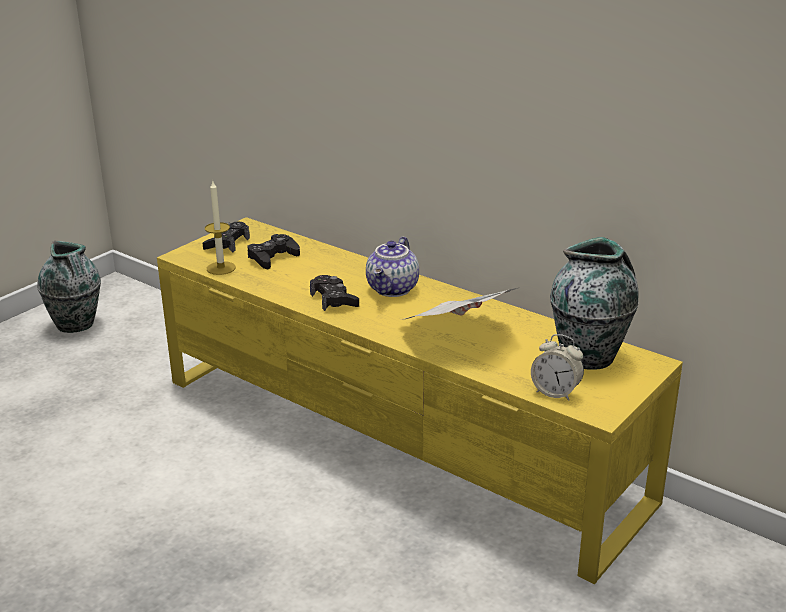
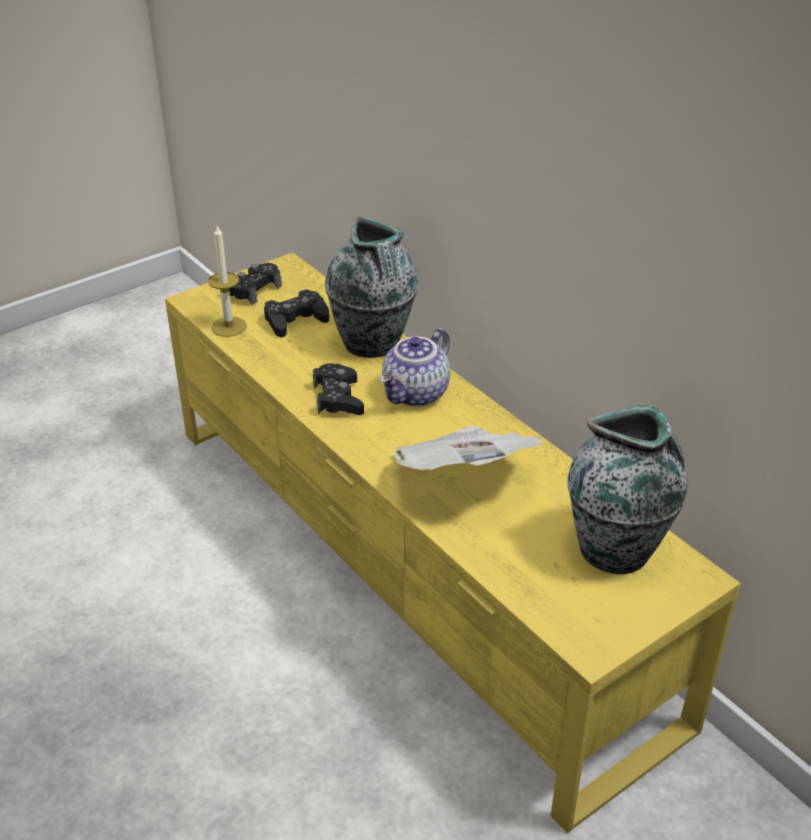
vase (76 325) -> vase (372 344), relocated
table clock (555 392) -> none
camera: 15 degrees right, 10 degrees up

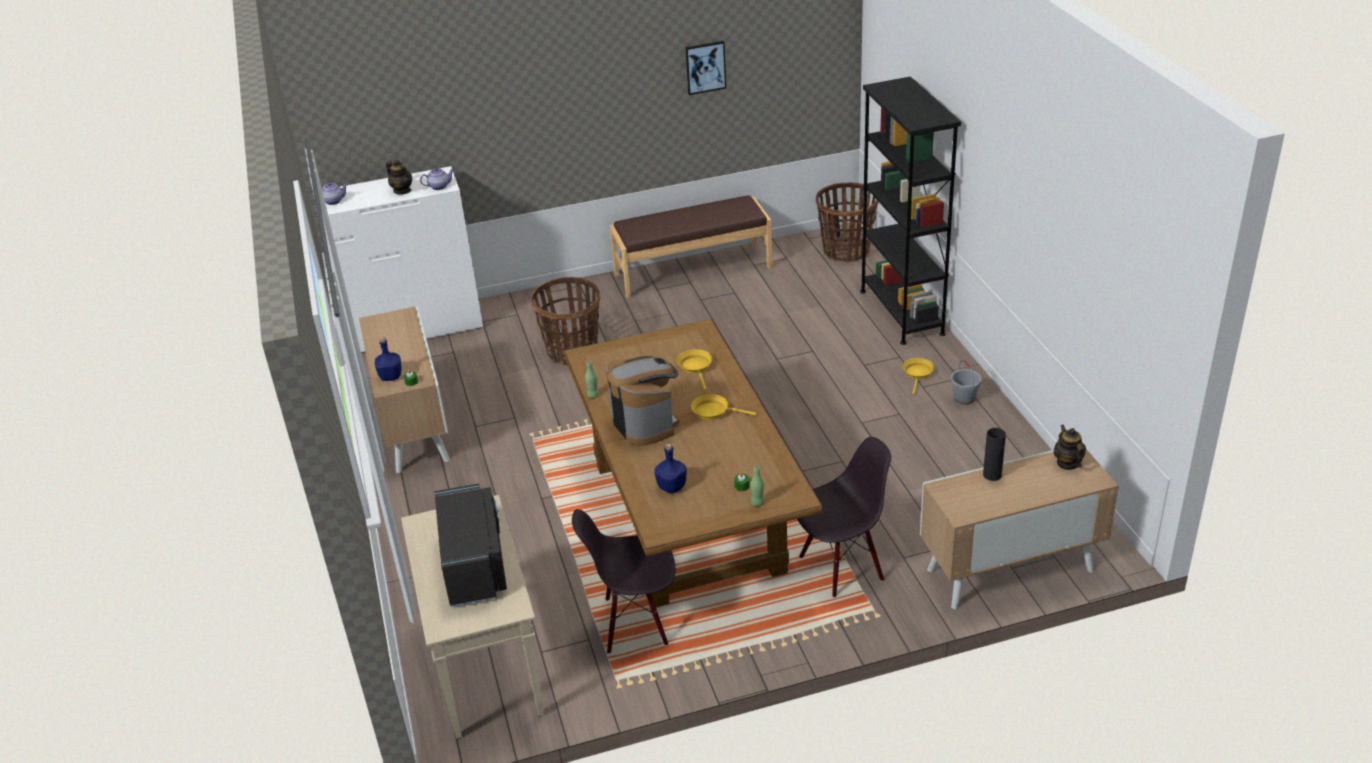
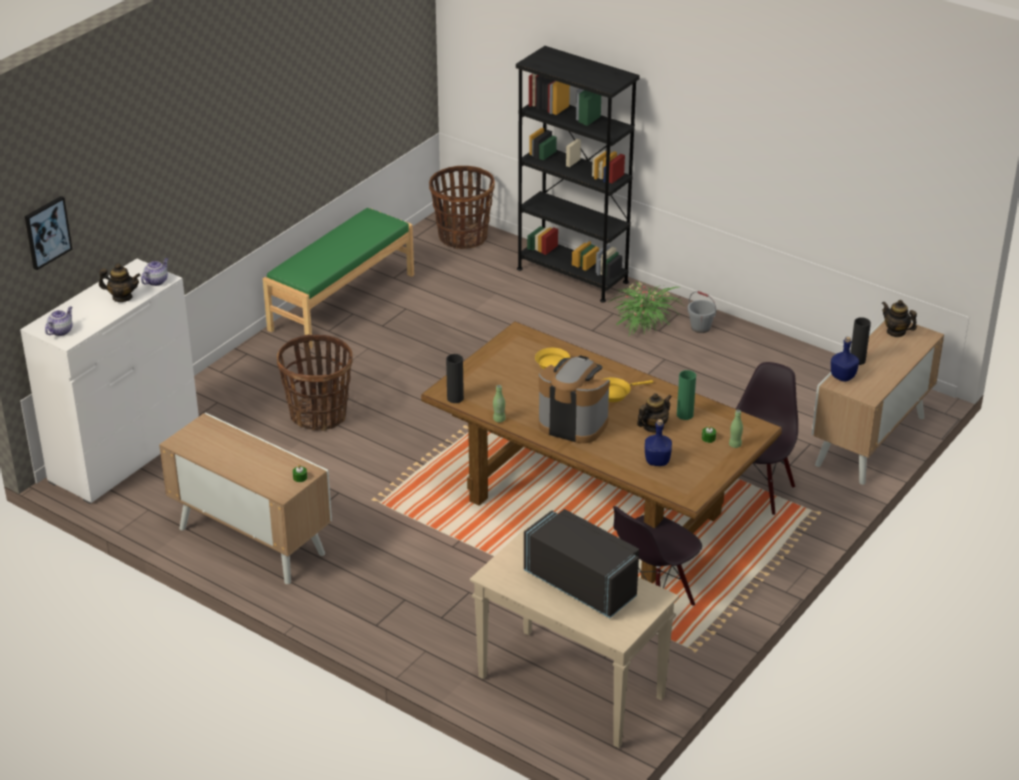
picture (705 67) -> picture (47 232), relocated
brownish bench (692 270) -> green bench (341 302)
none -> blackish vase (455 398)
yellow-coloured frying pan (918 374) -> plant in a pot (643 322)
none -> tea pot (653 427)
none -> green vase (685 415)
blue drink bottle (390 377) -> blue drink bottle (842 377), relocated
camera: 40 degrees left, 0 degrees up

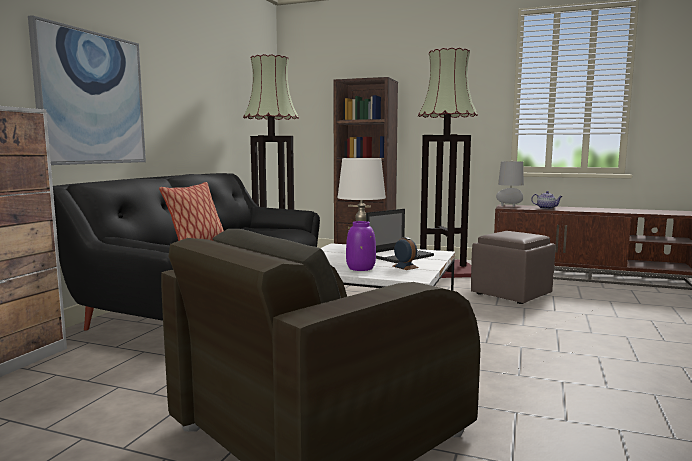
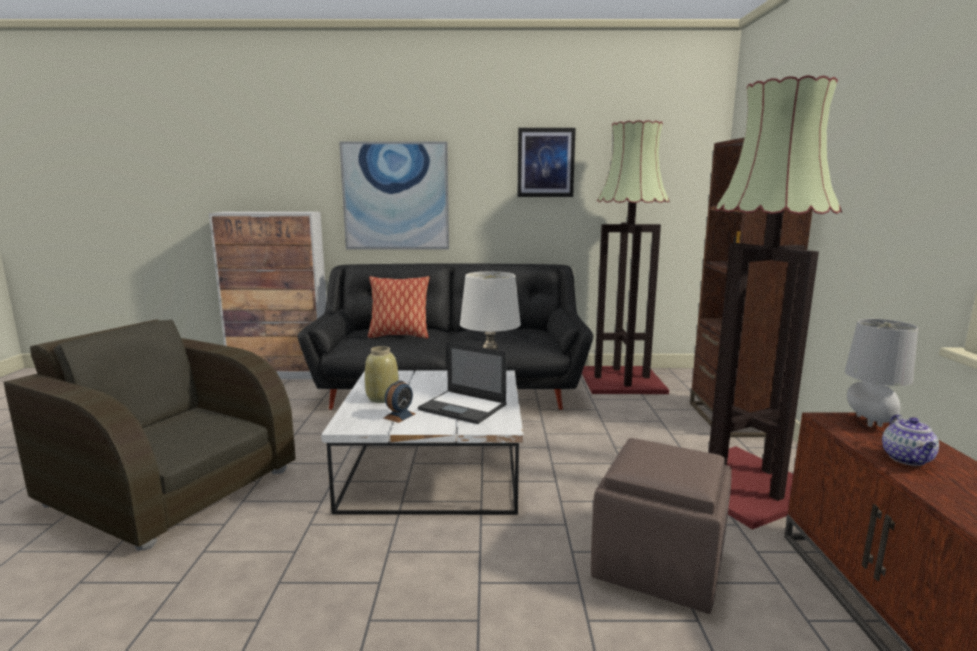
purple-coloured vase (360 268) -> sand-coloured vase (382 398)
none -> picture (545 163)
camera: 70 degrees right, 5 degrees up

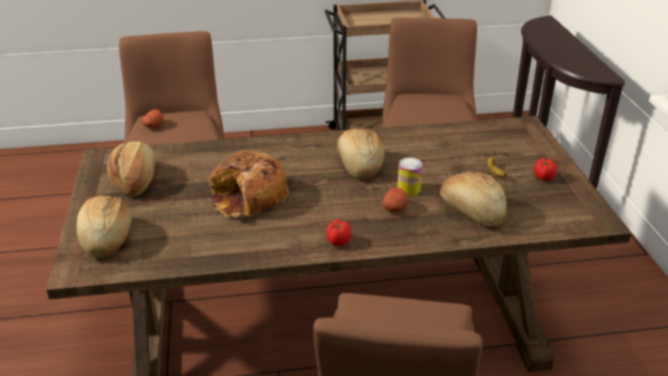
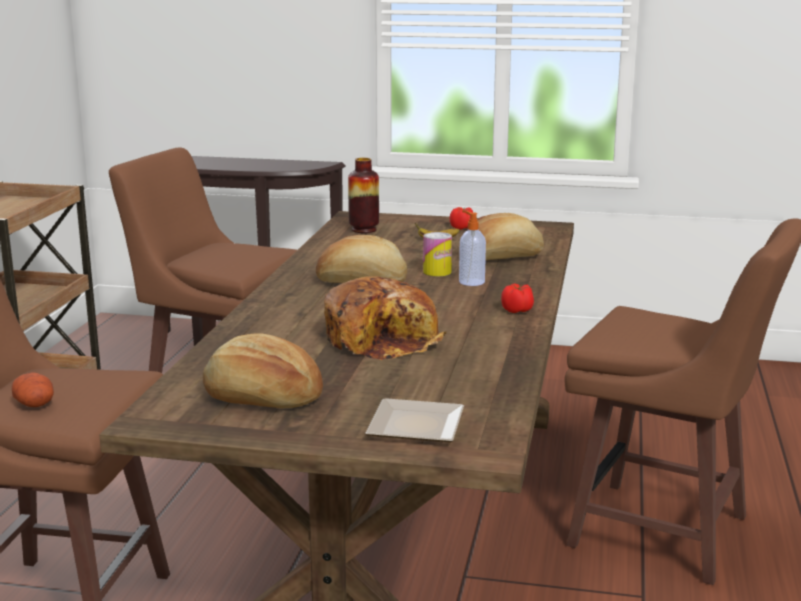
none -> vase (364 230)
bread (105 237) -> dinner plate (412 427)
whole potato (394 208) -> liquid soap bottle (471 282)
camera: 70 degrees left, 15 degrees down

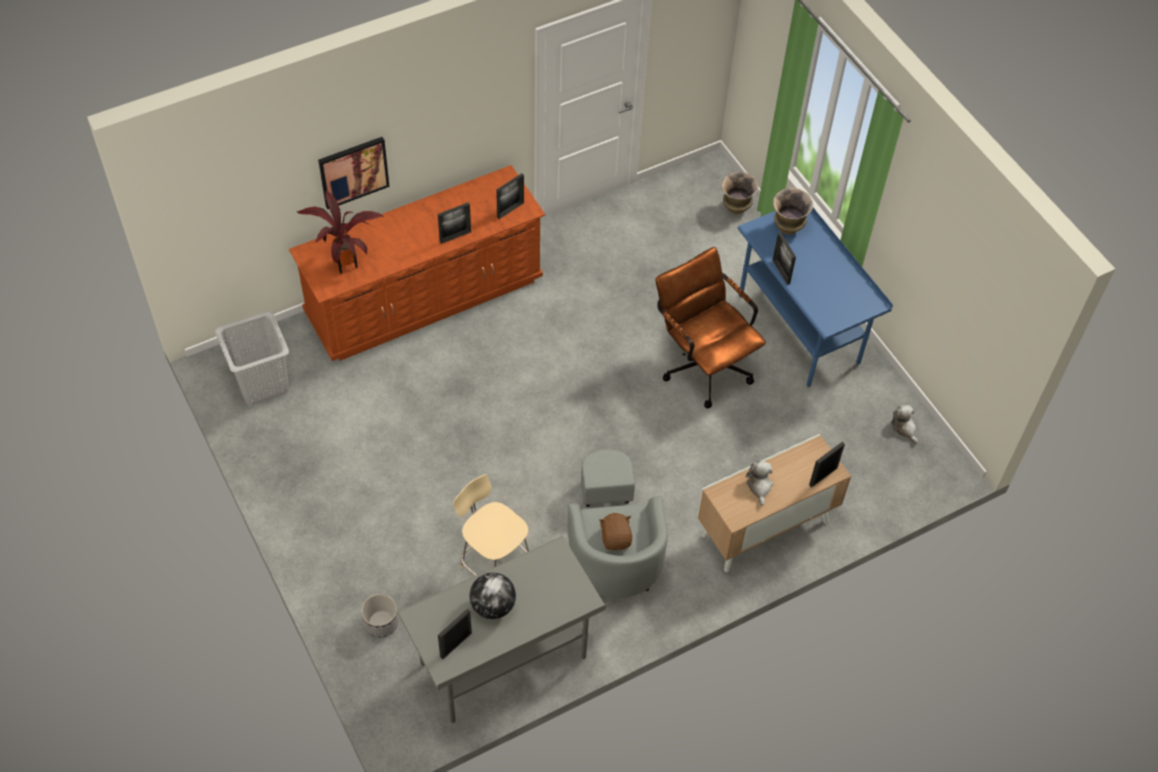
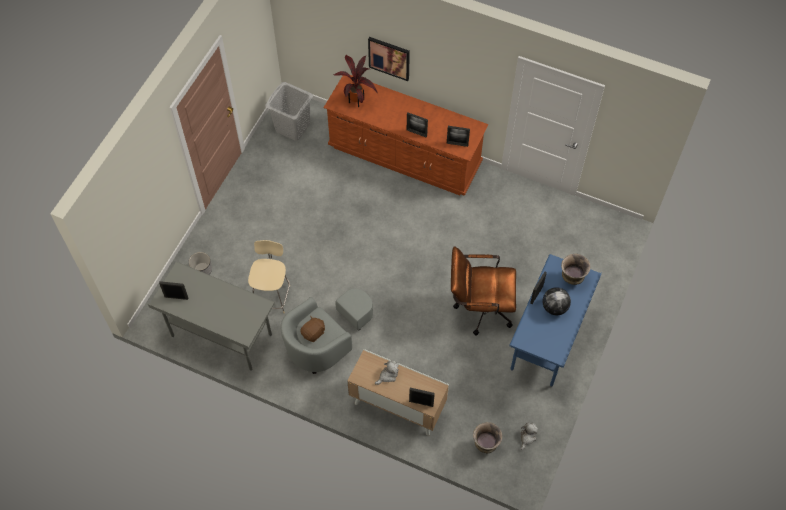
brownish office chair (702 363) -> brownish office chair (479 308), 105 degrees counterclockwise
vase (736 208) -> vase (485 445), relocated
desk globe (493 606) -> desk globe (554 307), relocated
camera: 55 degrees right, 5 degrees up

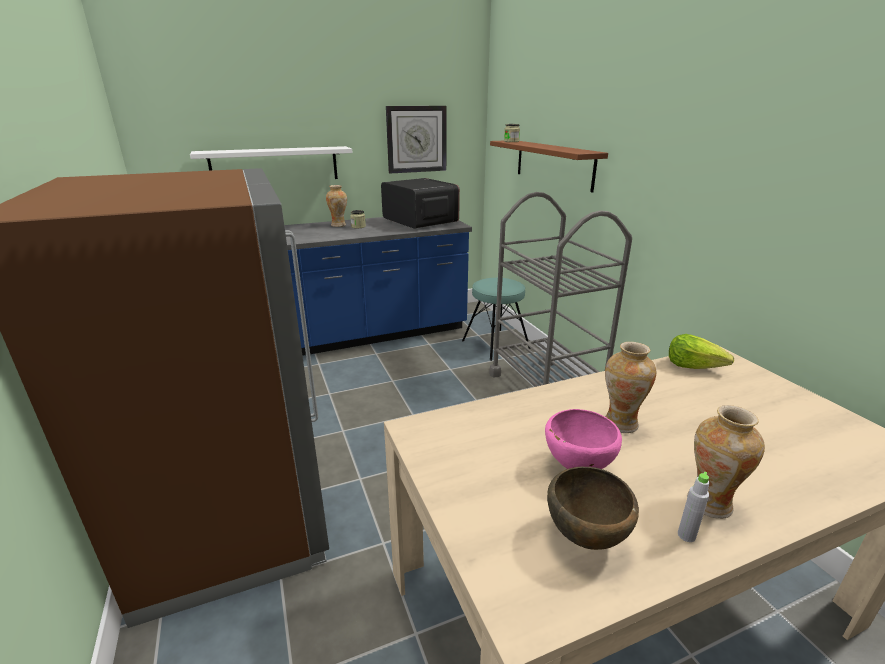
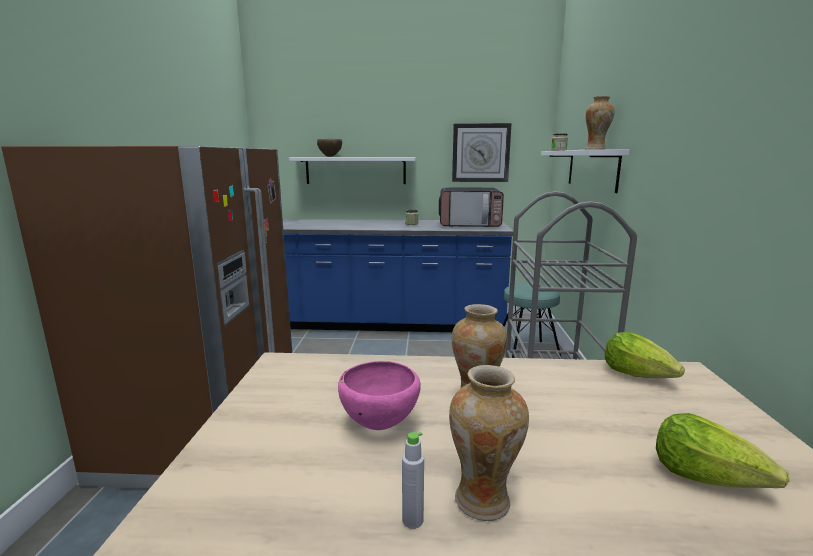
brownish bowl (586 538) -> brownish bowl (330 156), relocated
kitchen microwave (419 221) -> kitchen microwave (469 224), 105 degrees clockwise
brownish wall shelf (553 164) -> whitish wall shelf (592 169)
vase (339 225) -> vase (596 149), relocated
none -> head of lettuce (706 476)
camera: 25 degrees right, 10 degrees down

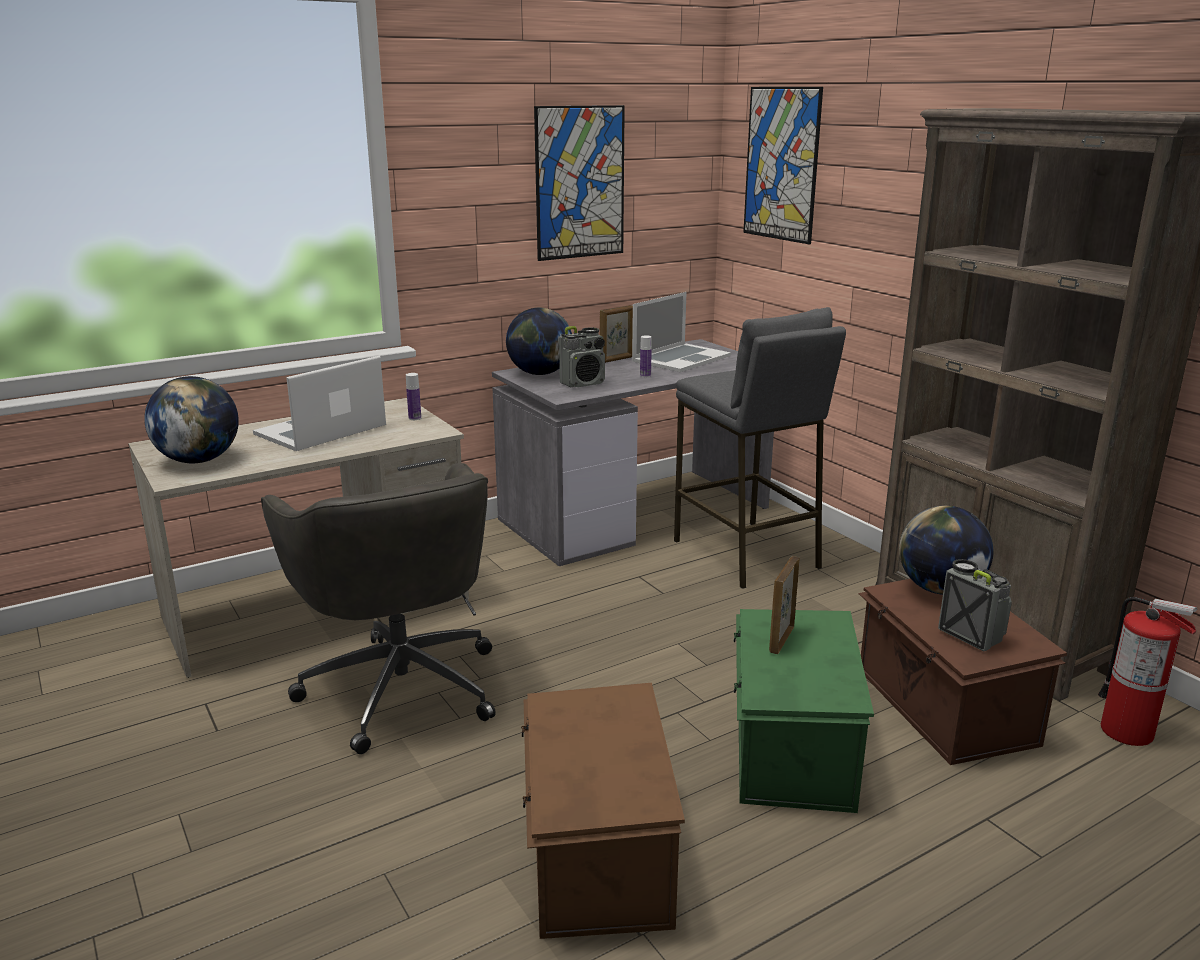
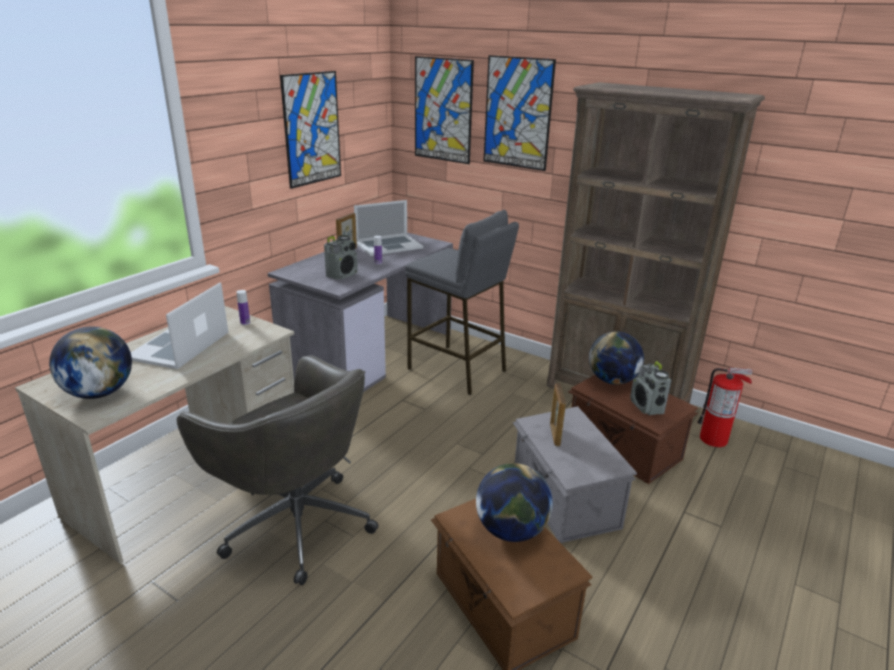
notebook computer (680 358) -> notebook computer (388 245), 45 degrees clockwise
desk globe (539 373) -> desk globe (511 530), relocated
none -> picture (517 113)
green storage box (789 749) -> gray storage box (564 499)
radio receiver (970 635) -> radio receiver (646 407), 135 degrees counterclockwise
camera: 25 degrees left, 5 degrees up

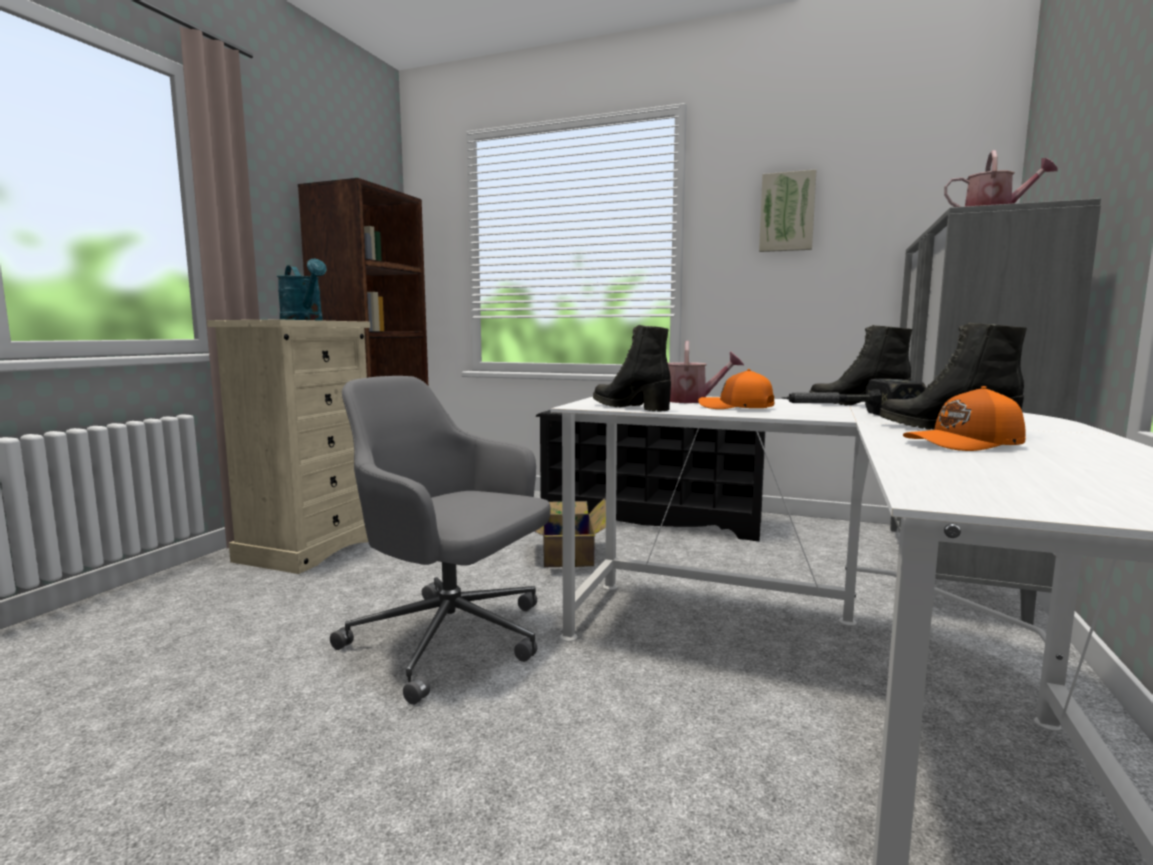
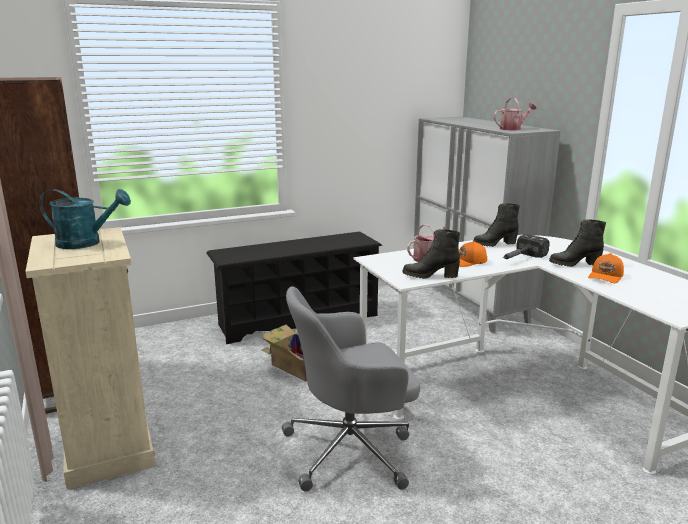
picture (787 212) -> none
camera: 45 degrees left, 10 degrees up

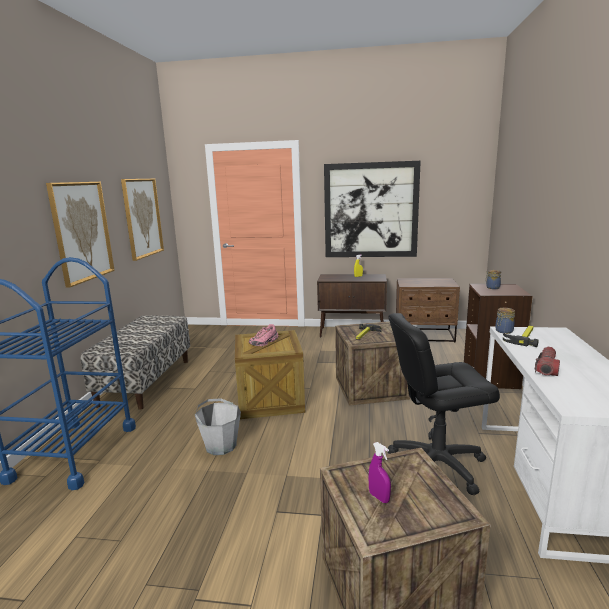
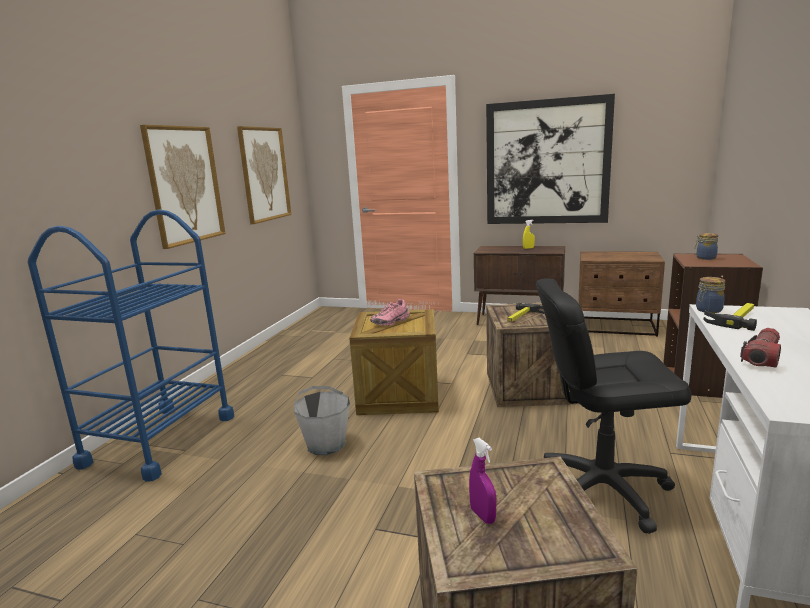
bench (146 381) -> none
camera: 10 degrees right, 0 degrees up

